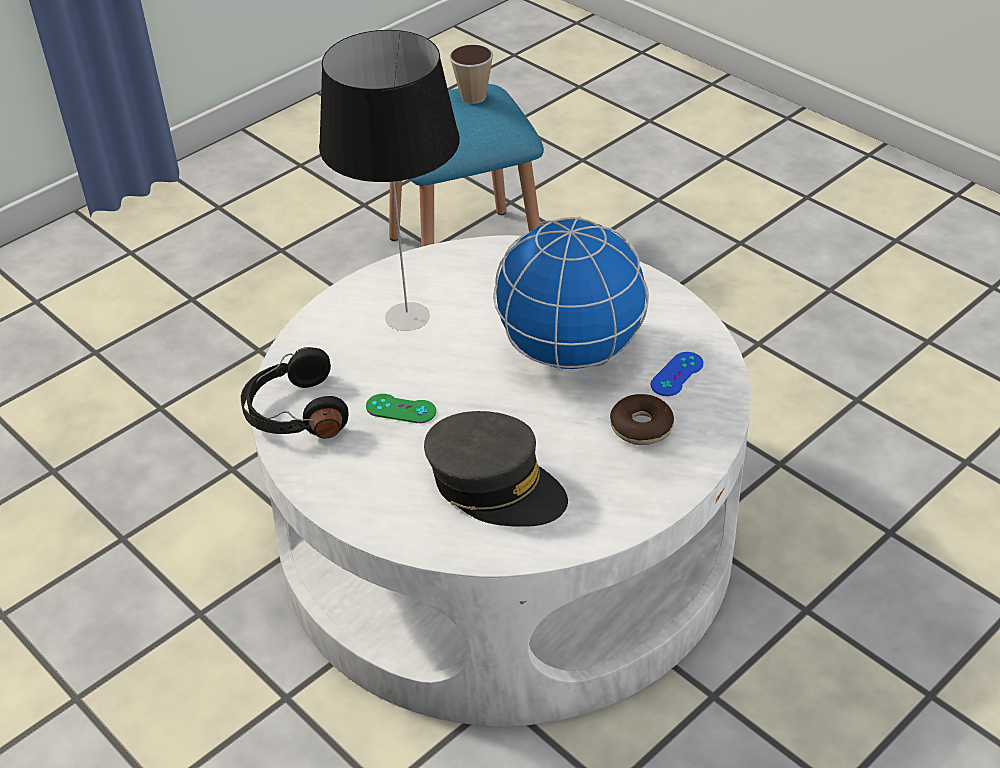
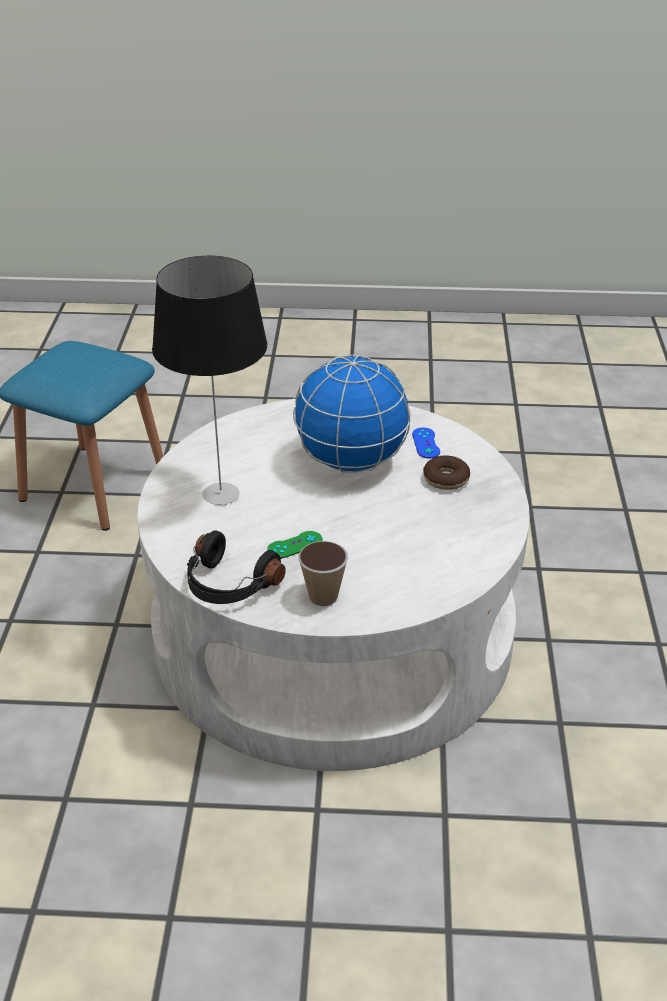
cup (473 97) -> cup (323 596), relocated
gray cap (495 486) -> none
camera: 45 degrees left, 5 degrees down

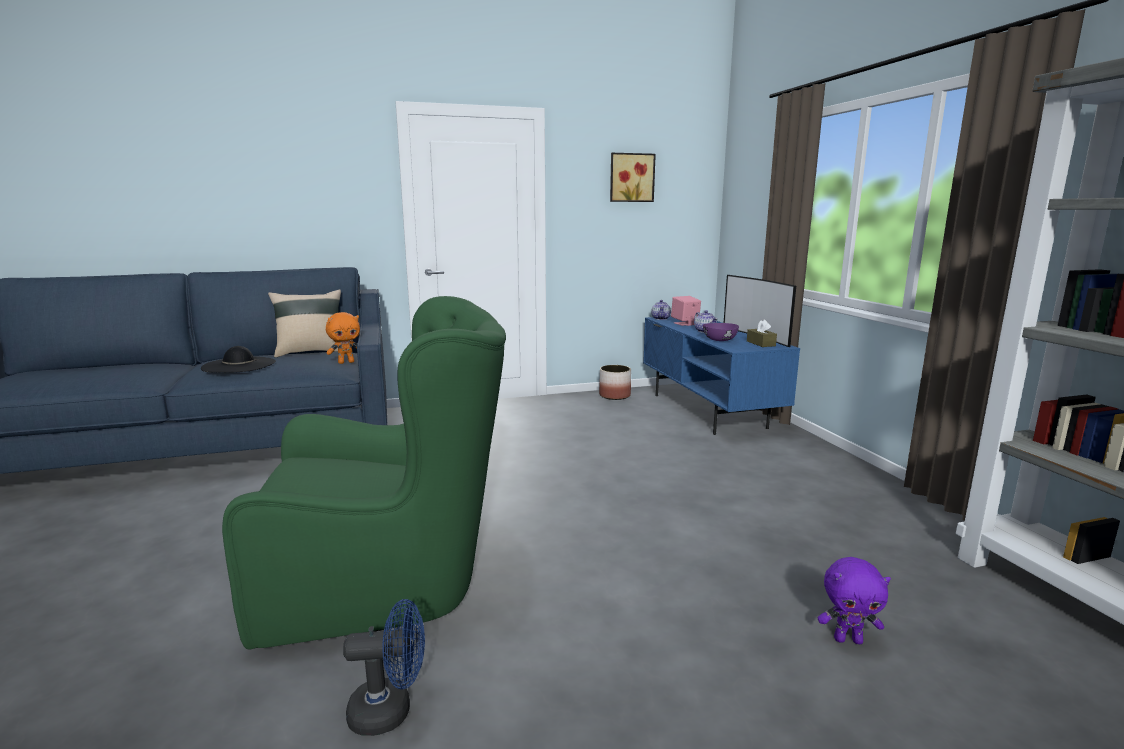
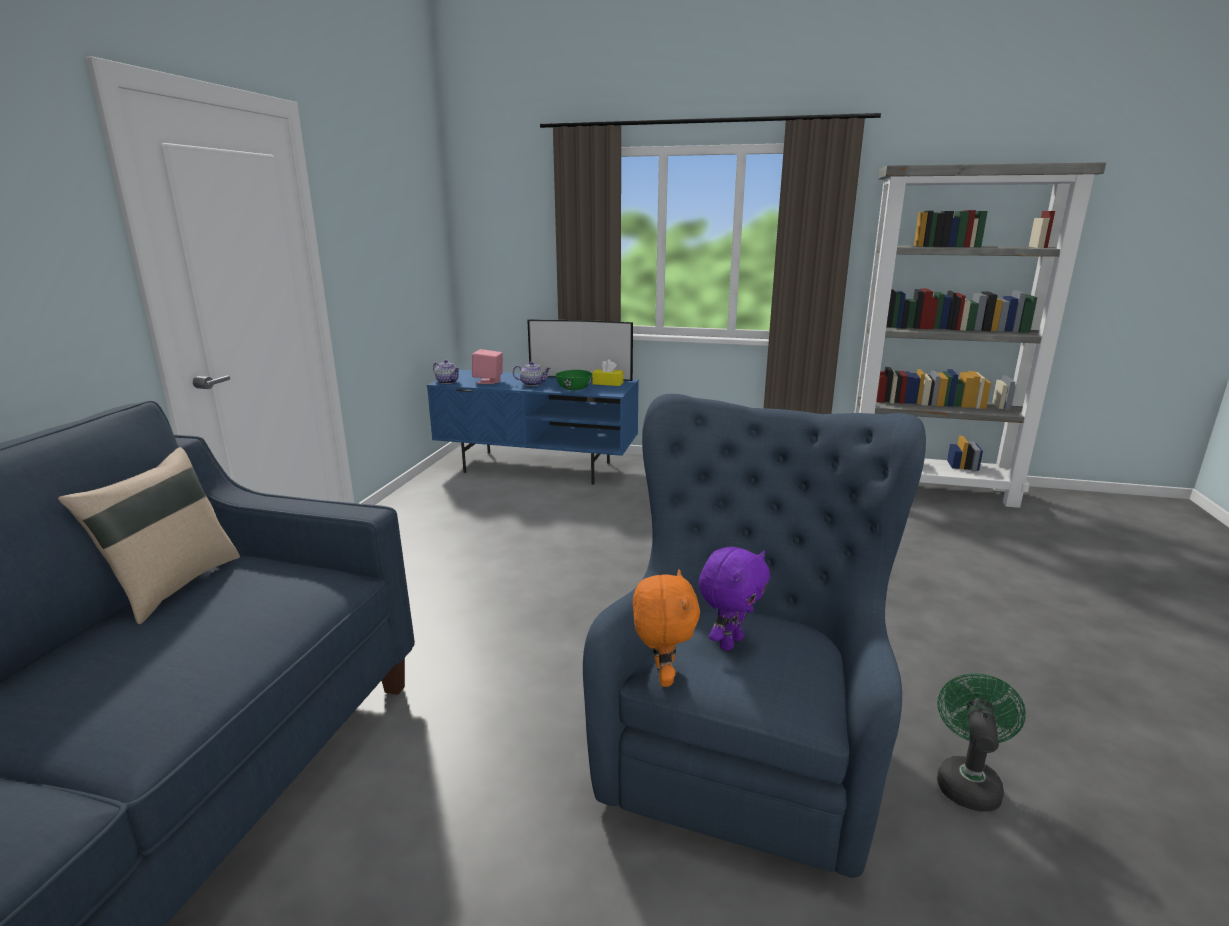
purple-coloured bowl (719 340) -> green bowl (574 389)
green armchair (391 580) -> blue armchair (744 739)
brownish tissue holder (760 343) -> yellow-coloured tissue holder (608 383)
orange cuddly toy (346 362) -> orange cuddly toy (662 676), relocated
purple-coloured cuddly toy (848 639) -> purple-coloured cuddly toy (729 642), relocated
blue fan (390 710) -> green fan (967 780)
blackish clothing hat (239 365) -> none
plant pot (615 395) -> none
picture (631 177) -> none
camera: 60 degrees left, 5 degrees up

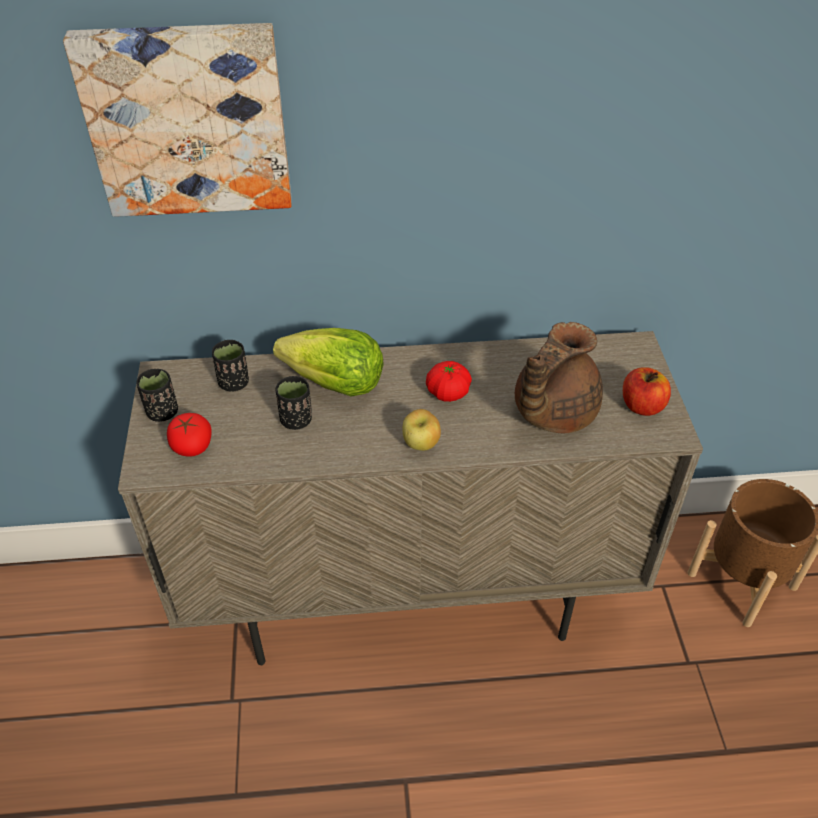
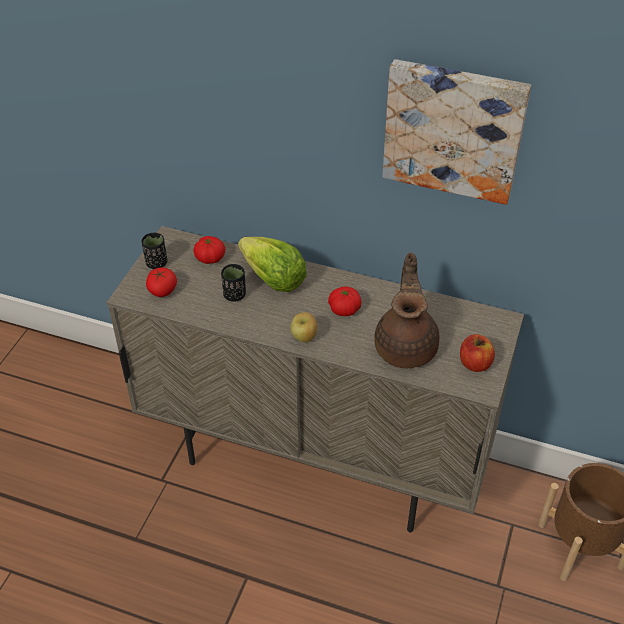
blackish cup (234 383) -> fresh tomato (210 258)
brownish tea pot (551 412) -> brownish tea pot (406 346), 120 degrees clockwise
picture (188 119) -> picture (454 129), relocated
camera: 25 degrees right, 0 degrees up

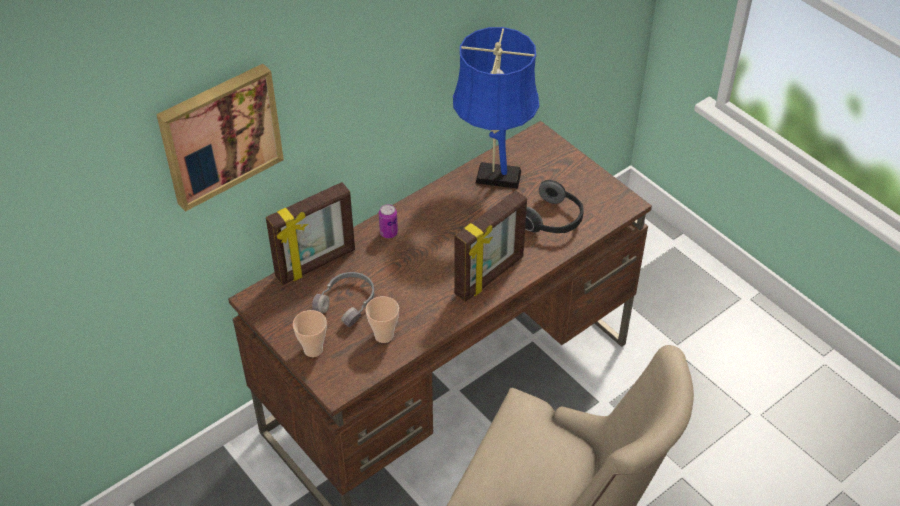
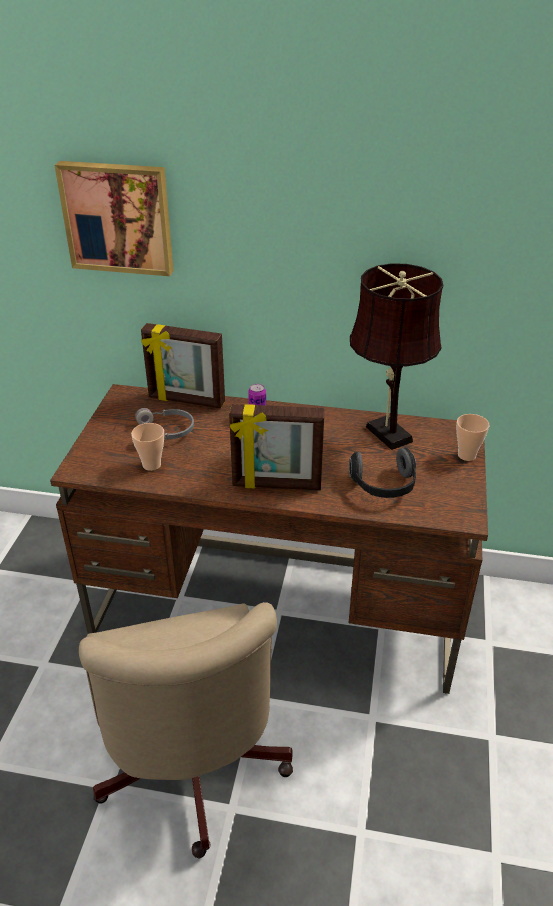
blue lamp for a table (493 176) -> brownish lamp for a table (386 431)
cup (313 349) -> cup (466 455), relocated
camera: 50 degrees right, 10 degrees down

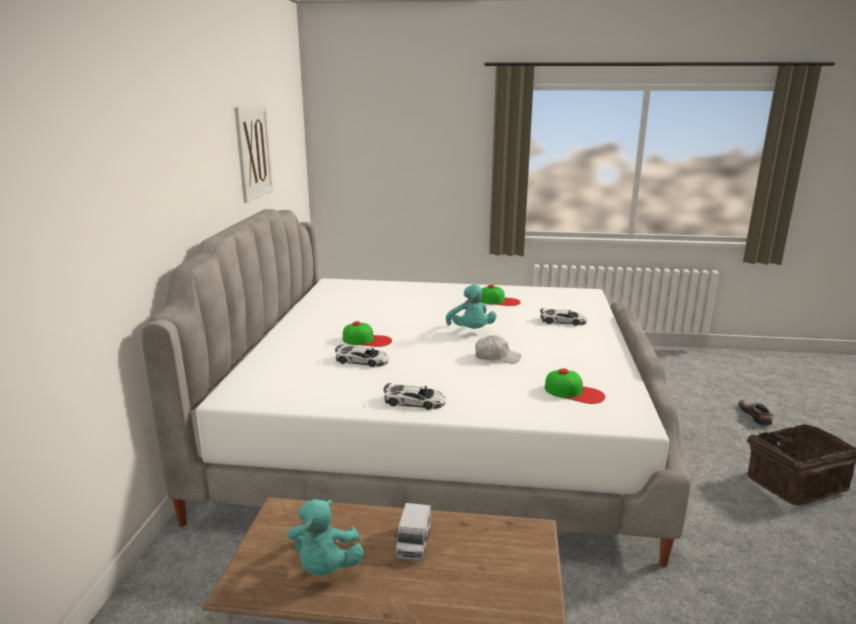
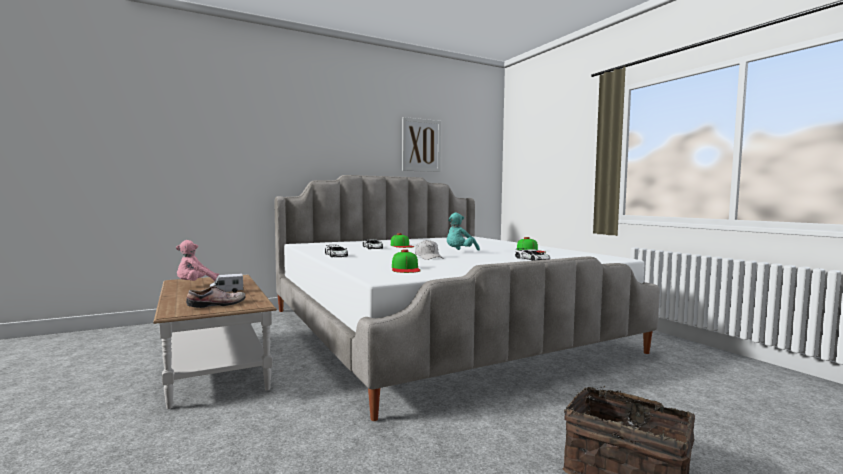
turquoise-coloured cuddly toy (325 567) -> pink cuddly toy (198 285)
item of footwear (756 416) -> item of footwear (218 305), relocated
camera: 55 degrees right, 15 degrees down

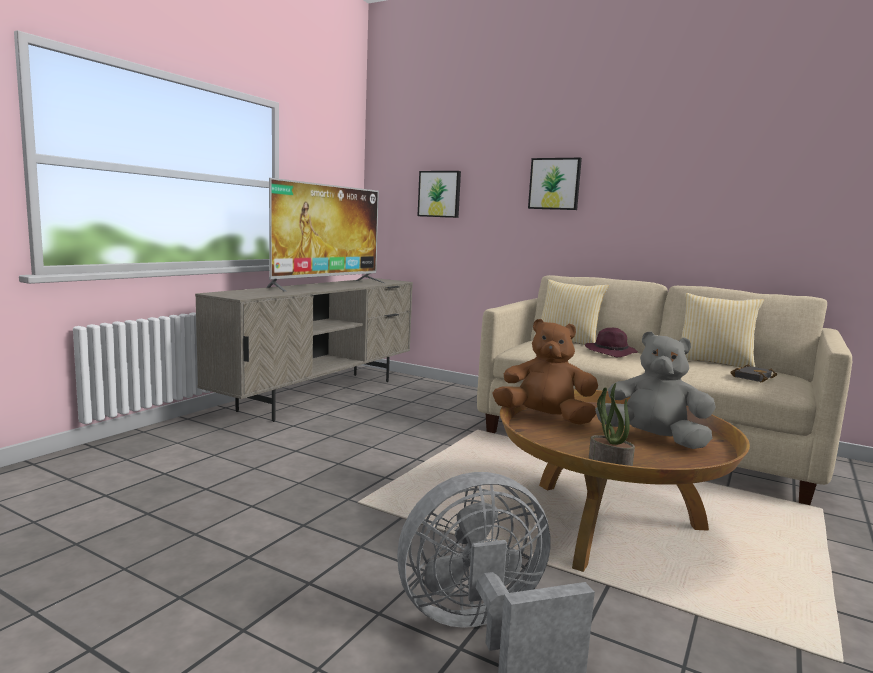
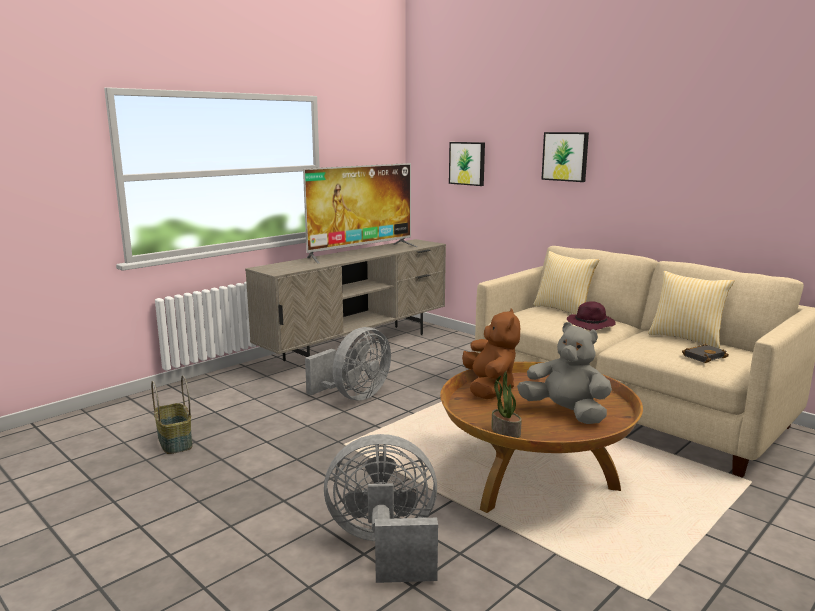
none -> basket (174 442)
none -> gray fan (354 396)
brownish cuddly toy (545 418) -> brownish cuddly toy (489 388), 60 degrees clockwise
camera: 15 degrees right, 5 degrees up

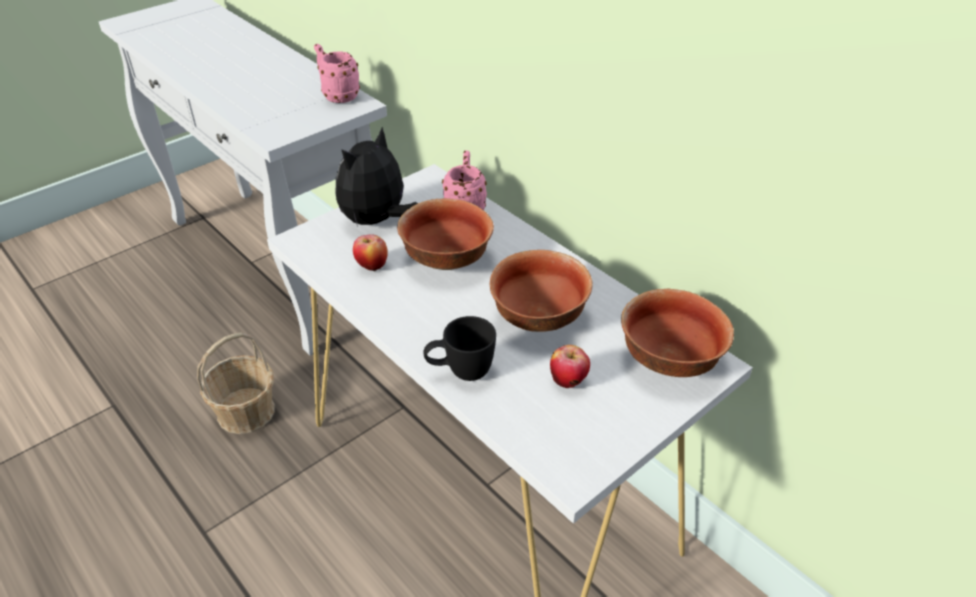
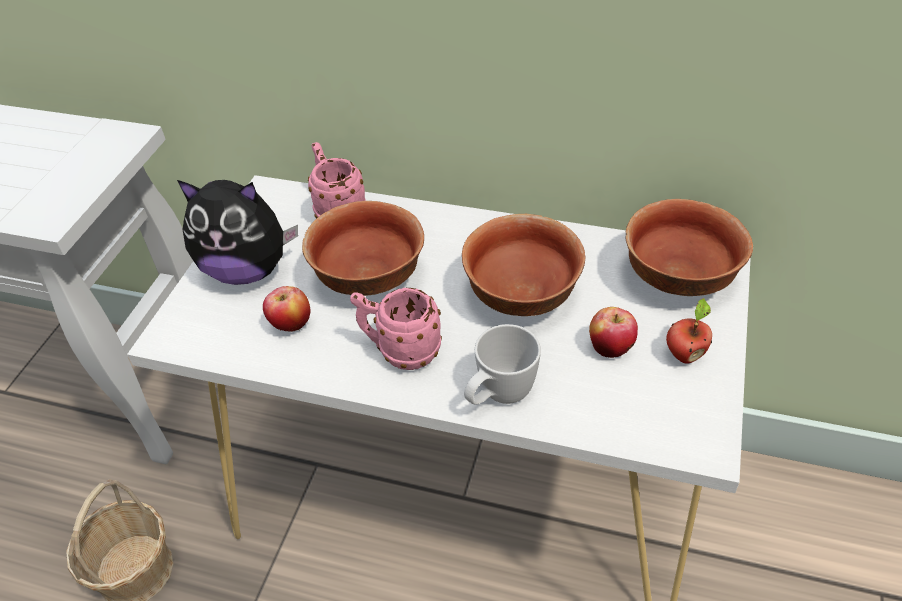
cuddly toy (376 221) -> cuddly toy (247 270), 90 degrees counterclockwise
pink mug (337 95) -> pink mug (400 351), relocated
blackish mug (460 372) -> whitish mug (499 397)
none -> whole apple (684 354)
camera: 30 degrees left, 5 degrees up

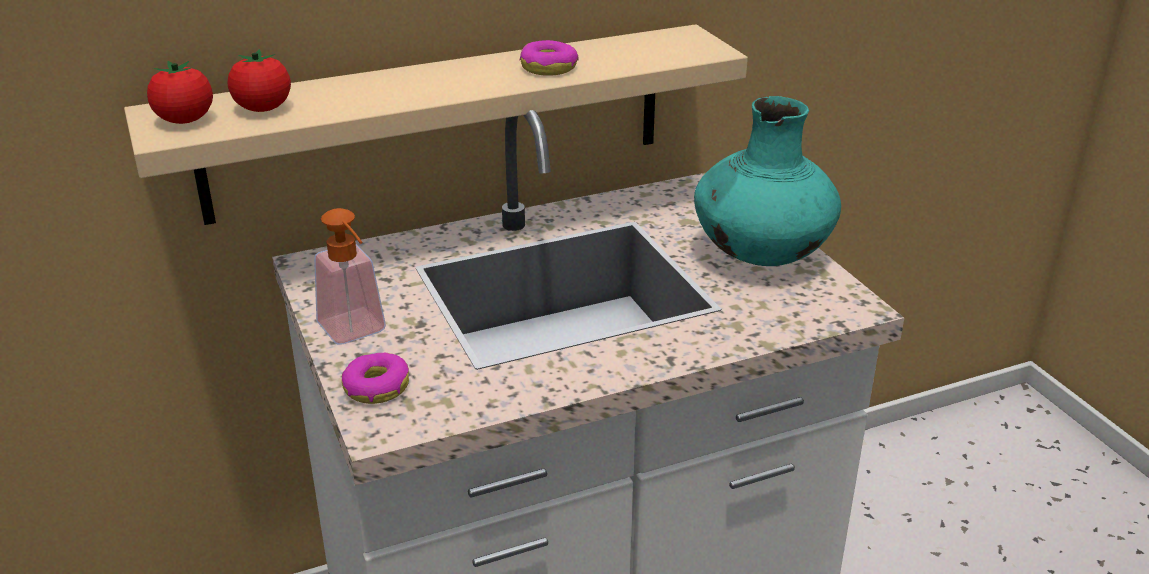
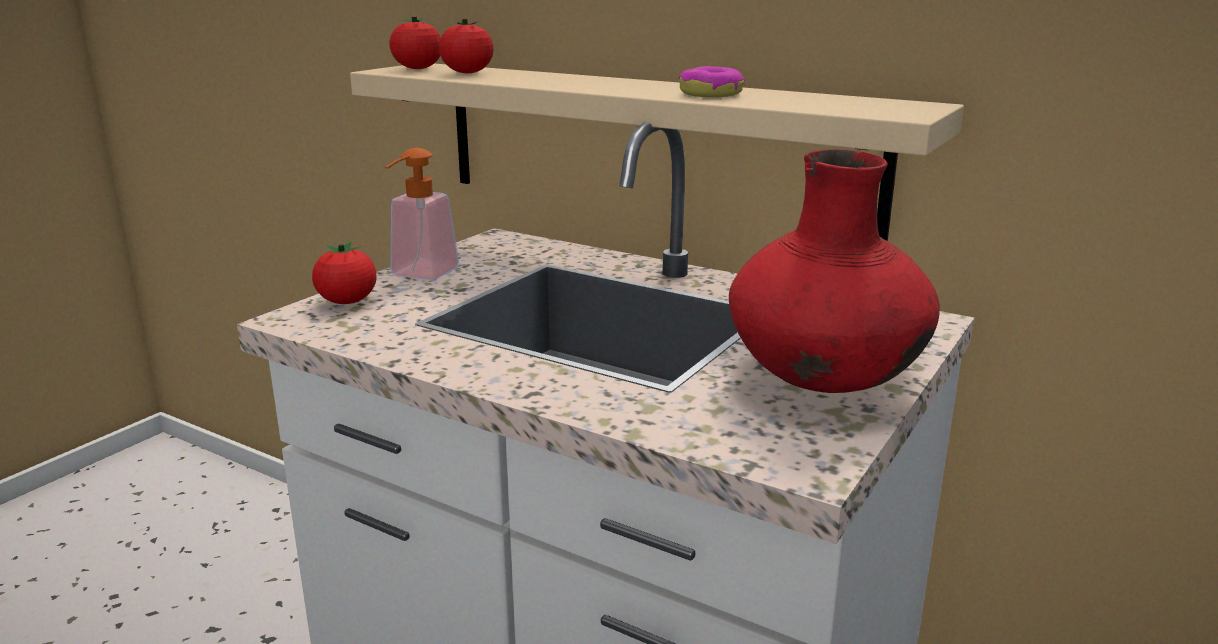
ring doughnut (376 387) -> fresh tomato (347 302)
turquoise-coloured vase (760 255) -> red vase (823 381)
camera: 55 degrees right, 10 degrees down

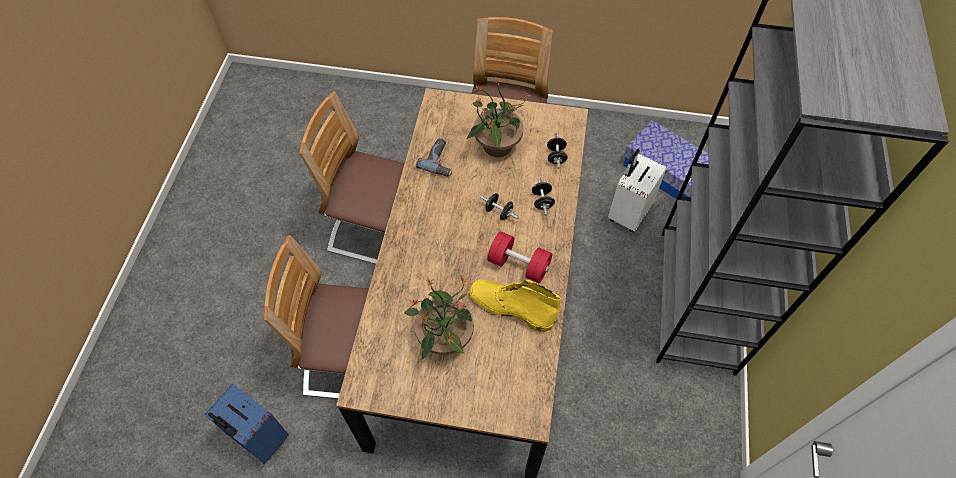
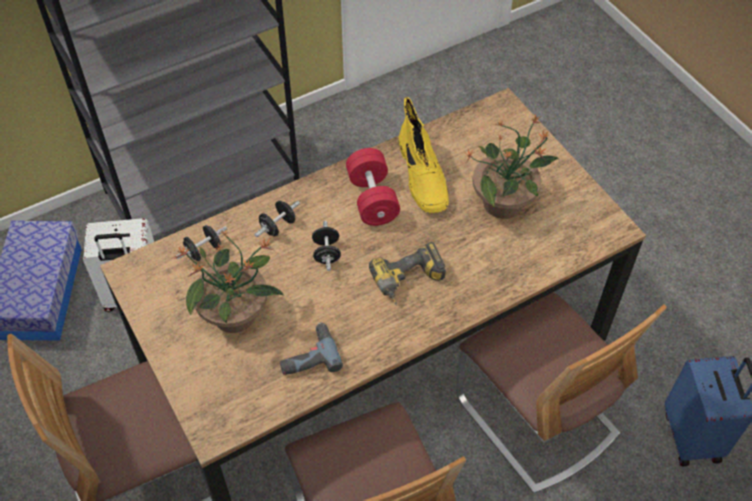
none -> drill (409 283)
camera: 130 degrees left, 5 degrees down

